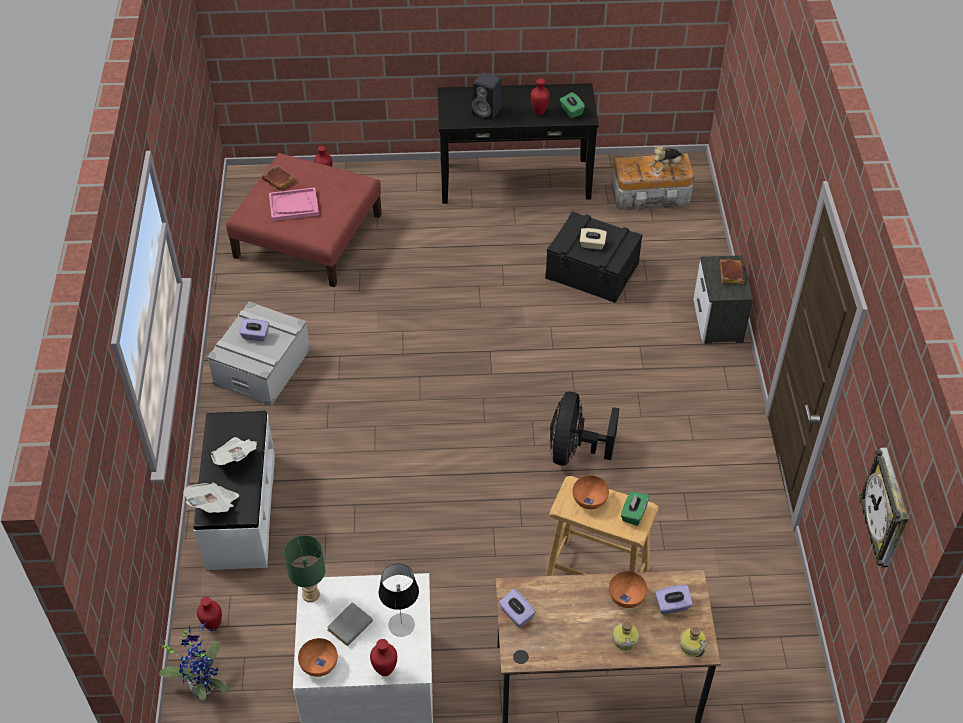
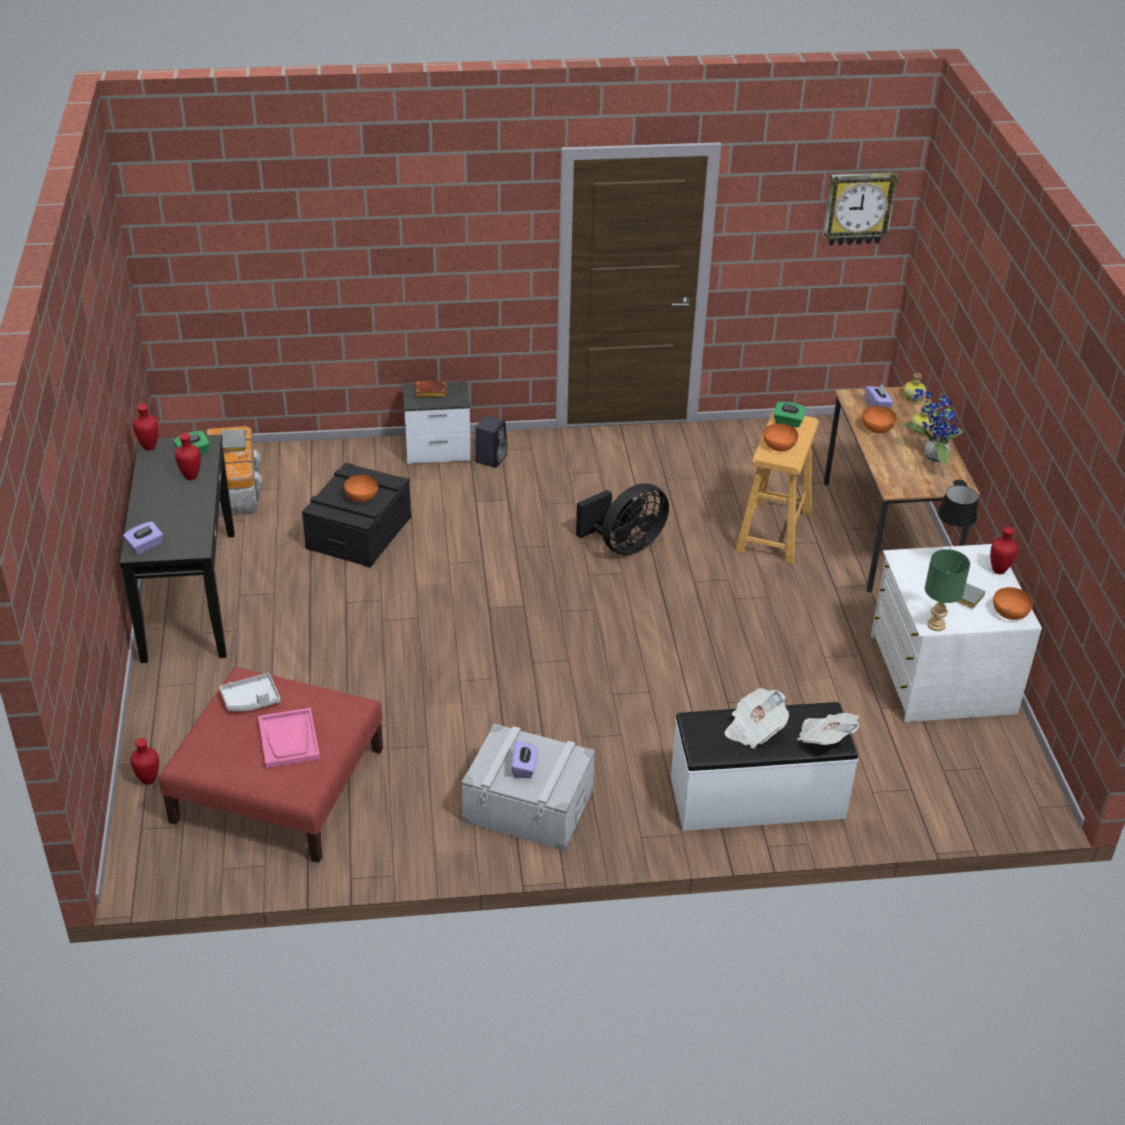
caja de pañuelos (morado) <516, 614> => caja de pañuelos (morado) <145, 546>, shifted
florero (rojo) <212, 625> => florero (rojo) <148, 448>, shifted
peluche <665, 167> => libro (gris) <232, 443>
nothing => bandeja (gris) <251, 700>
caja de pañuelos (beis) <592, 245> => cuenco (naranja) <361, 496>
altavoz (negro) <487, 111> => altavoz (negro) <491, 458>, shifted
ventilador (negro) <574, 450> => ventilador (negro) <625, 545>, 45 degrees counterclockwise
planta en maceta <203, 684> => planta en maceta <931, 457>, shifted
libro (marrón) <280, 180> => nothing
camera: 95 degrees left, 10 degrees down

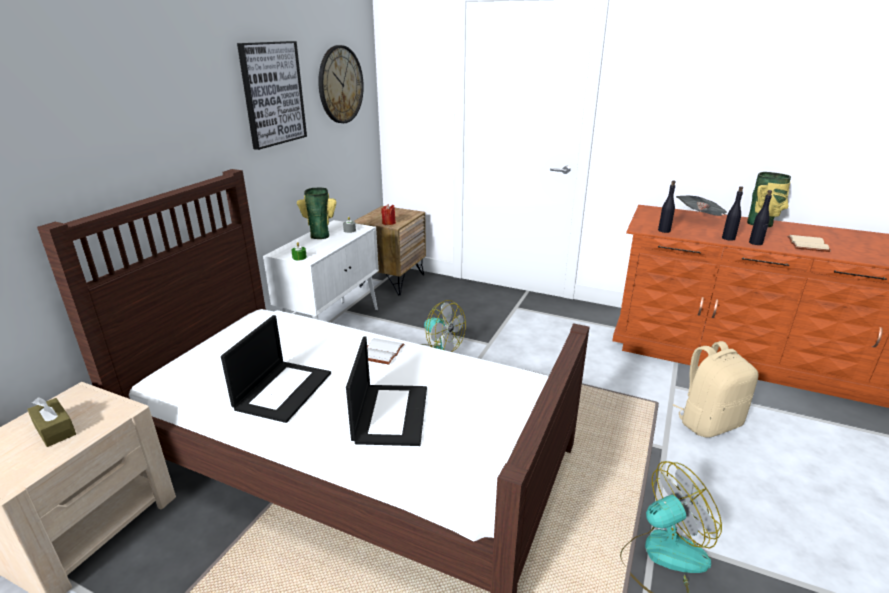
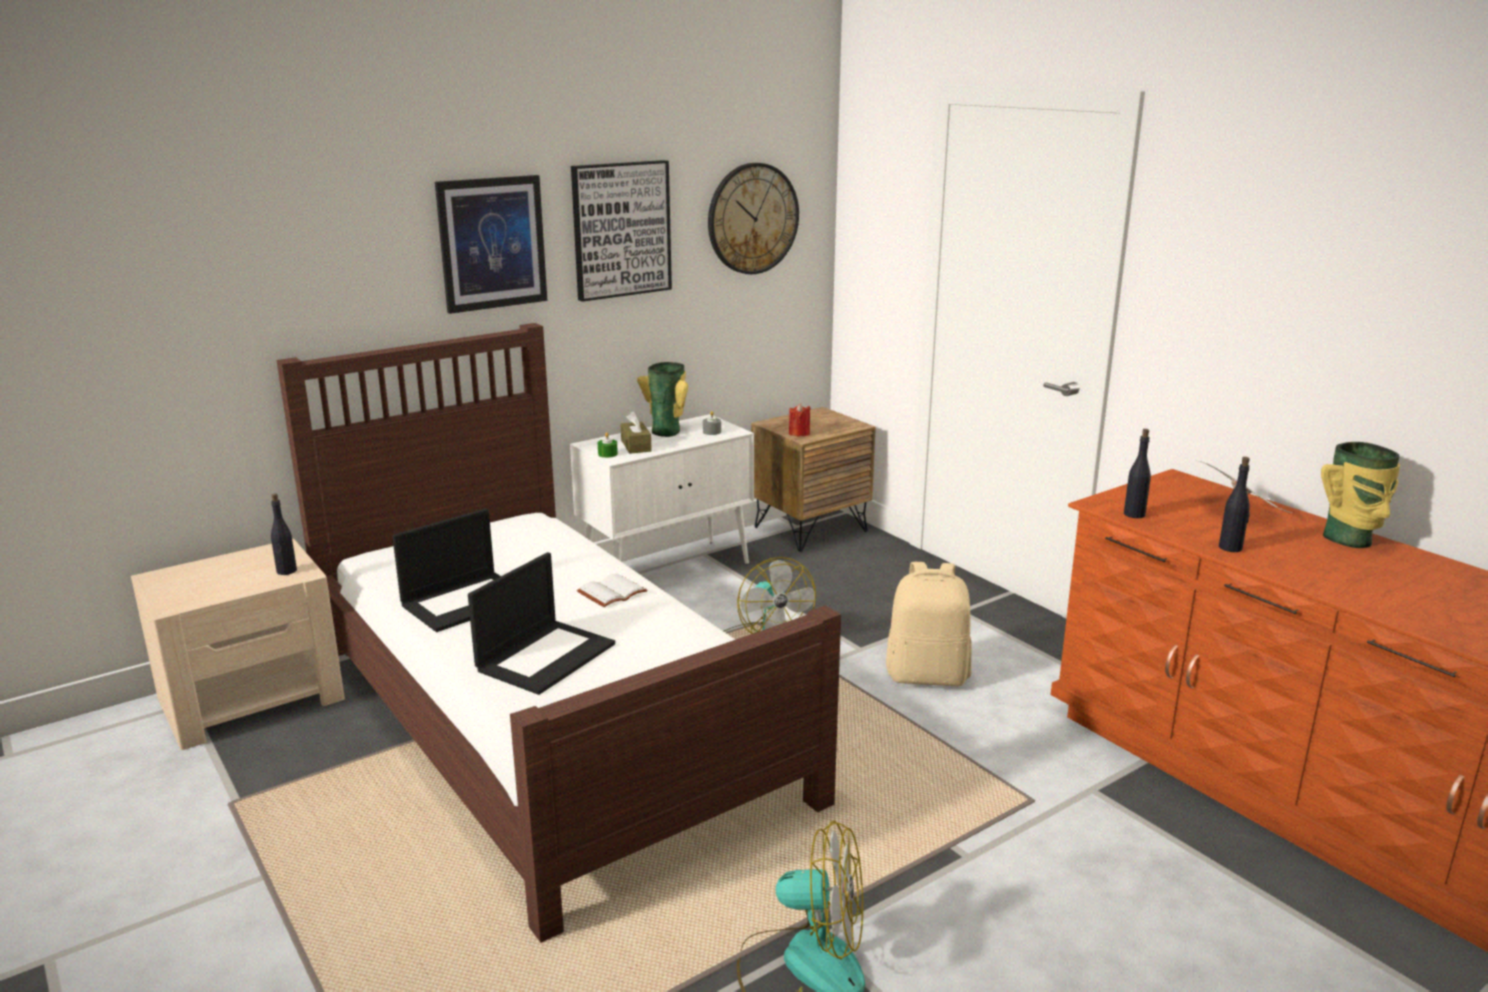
botella (negro) <755, 243> => botella (negro) <286, 571>, shifted
nothing => cuadro <492, 243>
caja de pañuelos (marrón) <55, 429> => caja de pañuelos (marrón) <636, 446>, shifted
mochila (beis) <708, 422> => mochila (beis) <928, 675>, shifted
libro (beis) <809, 245> => nothing
camera: 30 degrees right, 5 degrees down

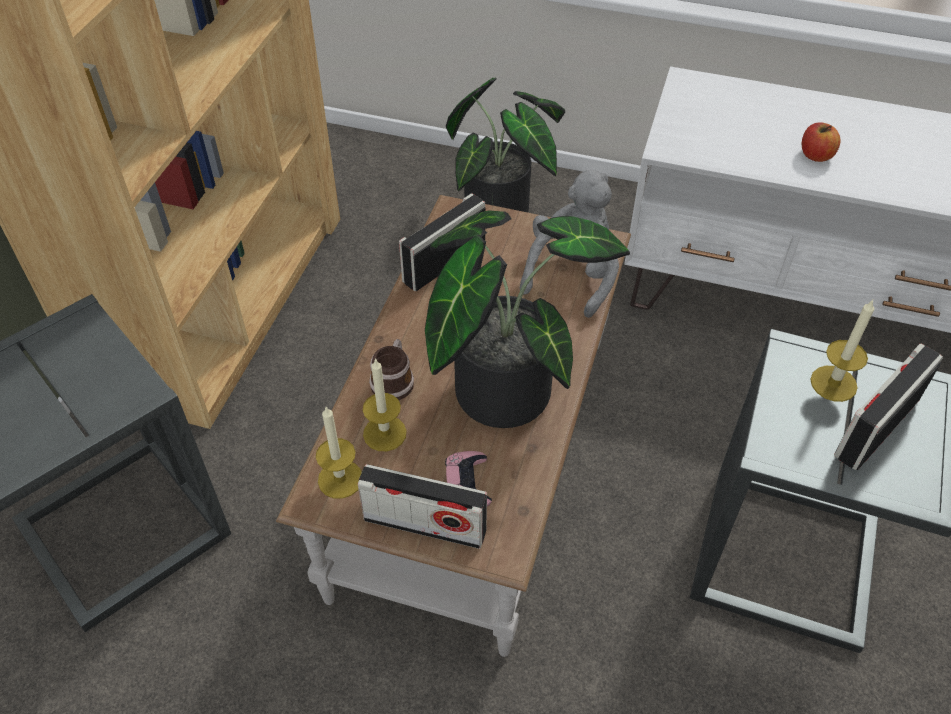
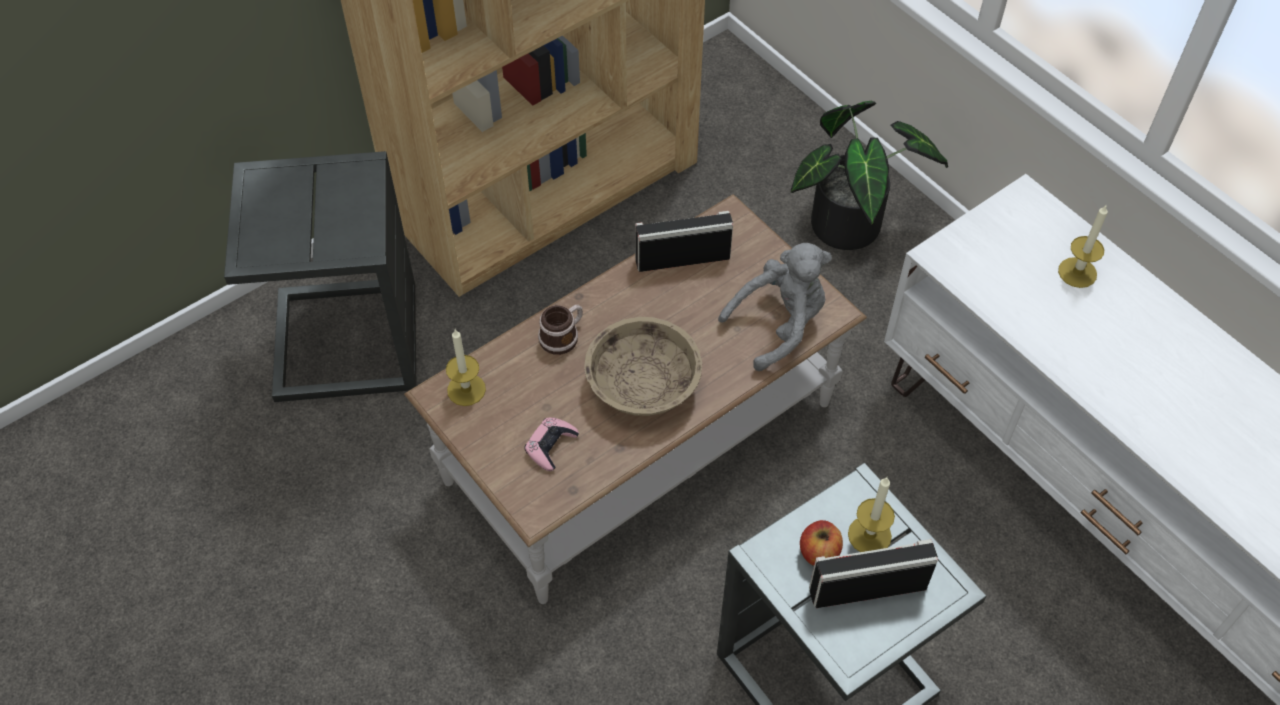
planta en maceta <503, 382> => cuenco (beis) <642, 384>
manzana <815, 155> => manzana <818, 553>, shifted
vela <384, 433> => vela <1077, 272>, shifted
radio <425, 524> => nothing
camera: 35 degrees right, 5 degrees up

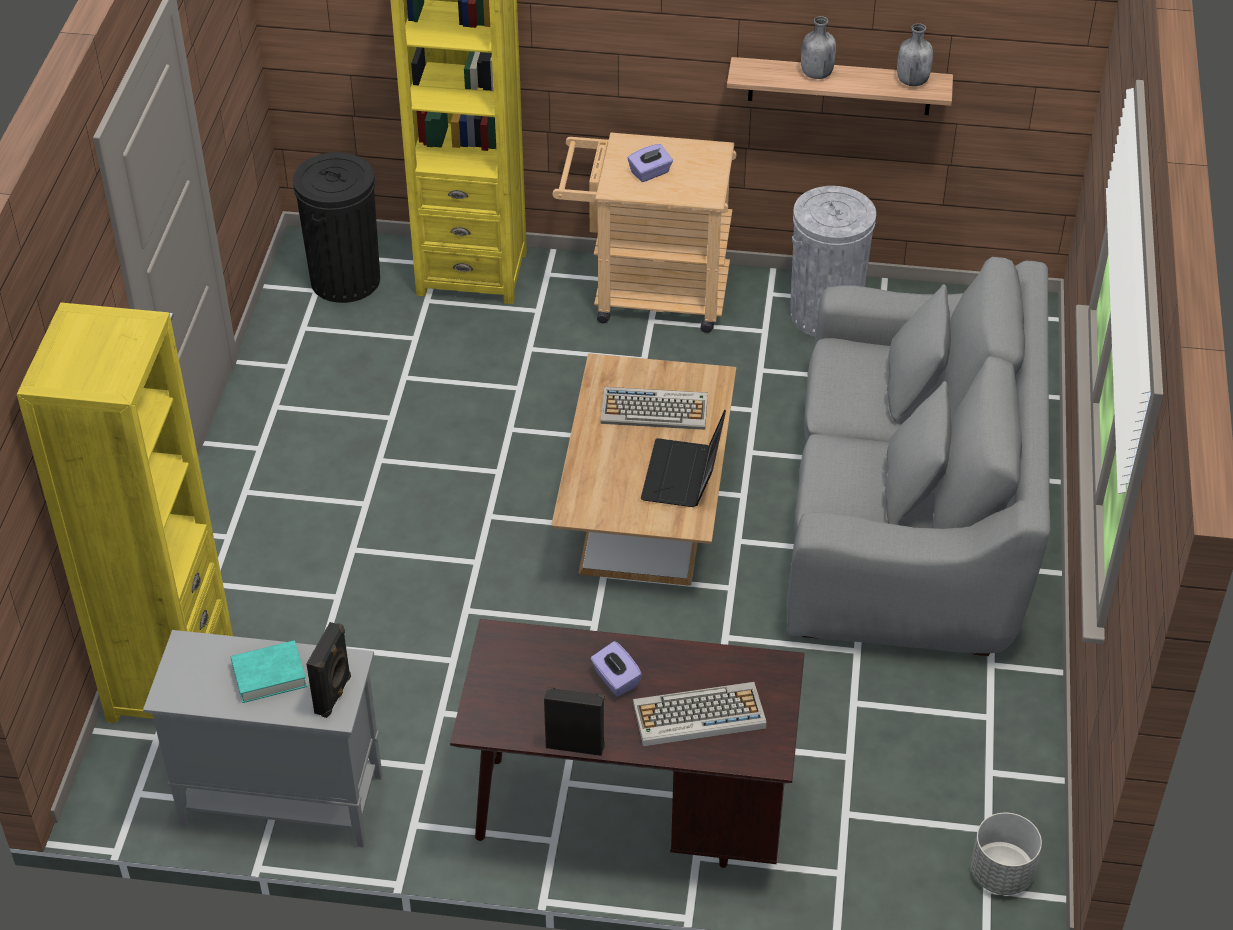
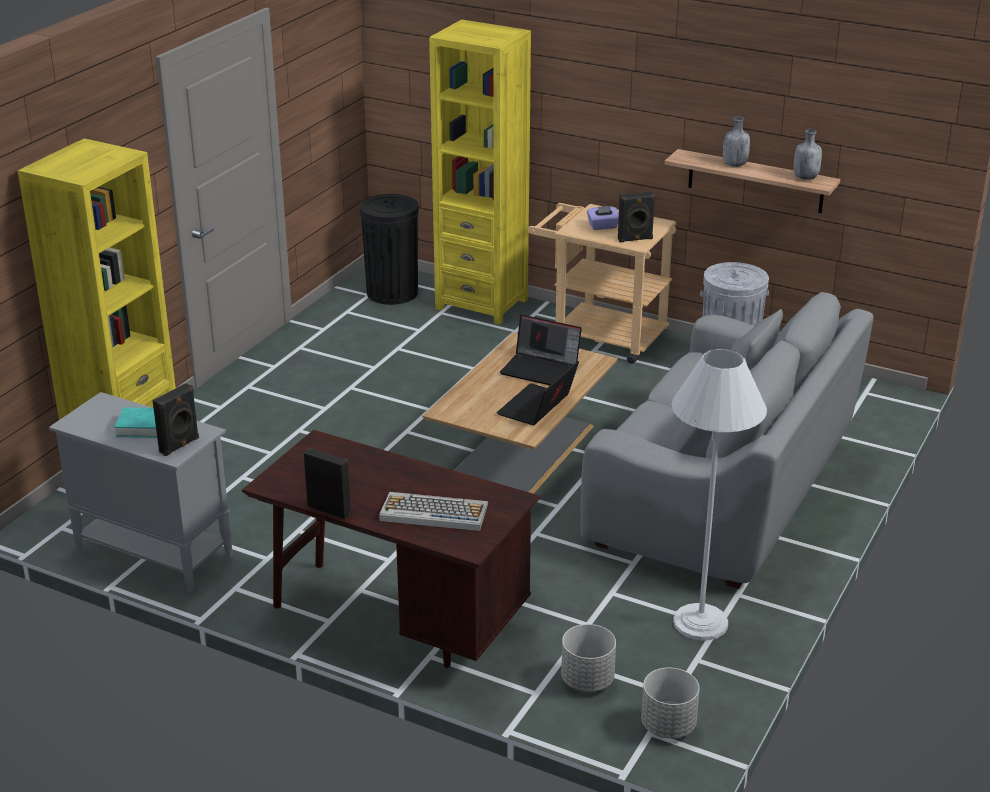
teclado <655, 410> => portátil <541, 369>
nothing => maceta (gris) <587, 680>
nothing => altavoz (negro) <635, 239>
nothing => lámpara de pie (blanco) <700, 623>
caja de pañuelos (morado) <615, 680> => nothing
camera: 20 degrees right, 15 degrees down

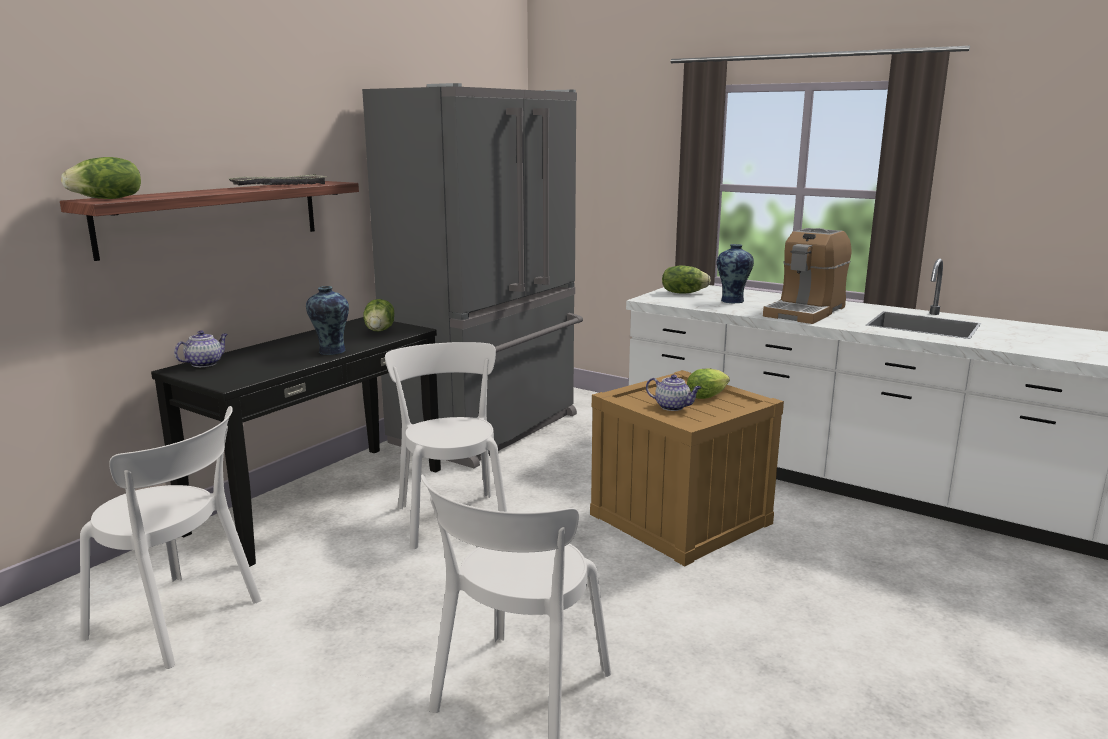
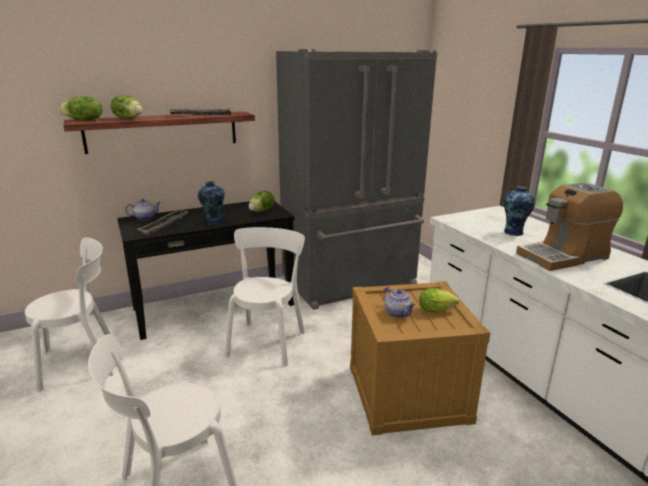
silla (blanco) <180, 620> => silla (blanco) <83, 362>, 75 degrees counterclockwise
lechuga <683, 293> => lechuga <128, 118>, shifted
nothing => bandeja <165, 225>
camera: 30 degrees right, 5 degrees up

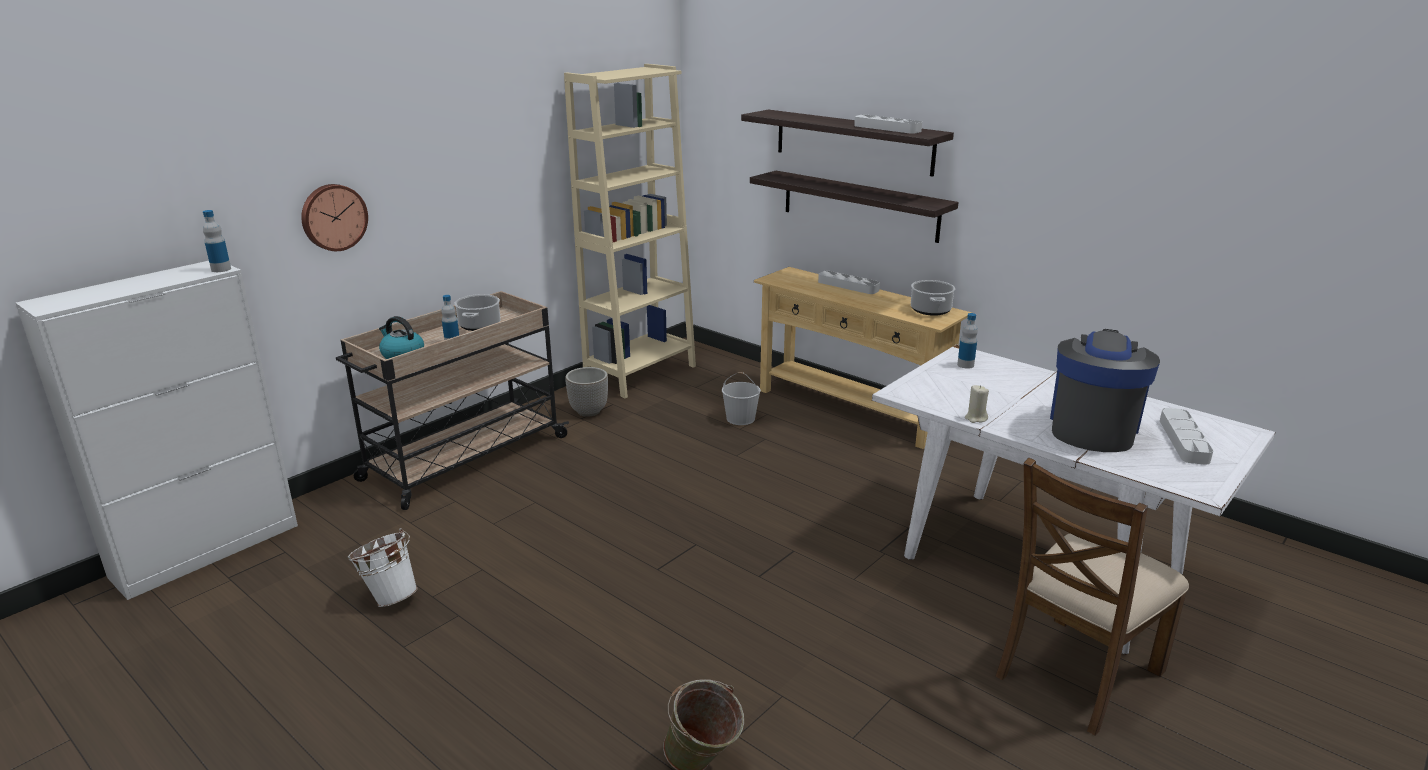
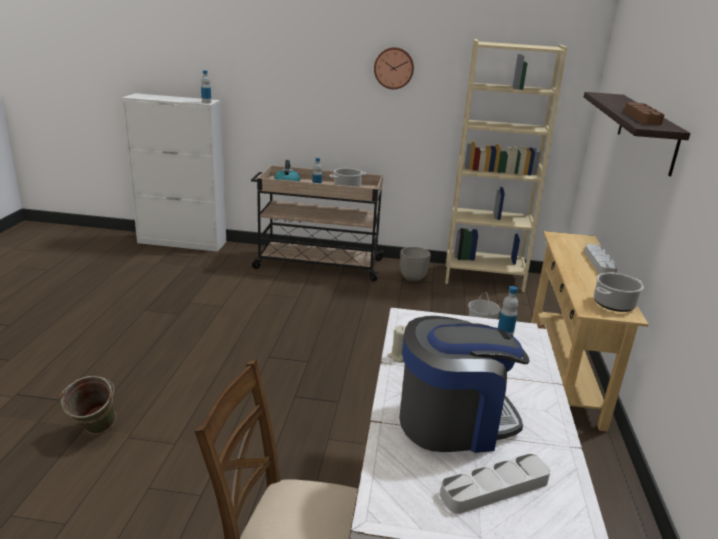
reloj de pared <333, 217> => reloj de pared <394, 68>, shifted
bandeja (gris) <887, 128> => bandeja (marrón) <642, 117>
cubo (blanco) <389, 596> => nothing
estante <859, 205> => nothing
camera: 55 degrees right, 0 degrees up

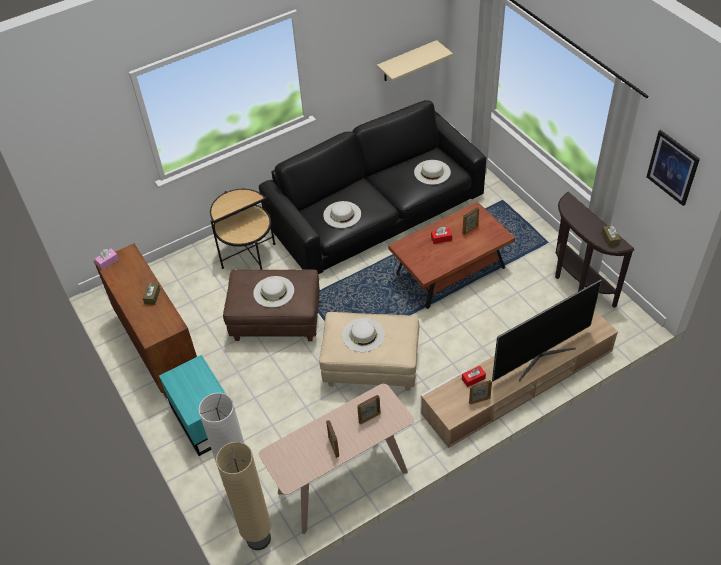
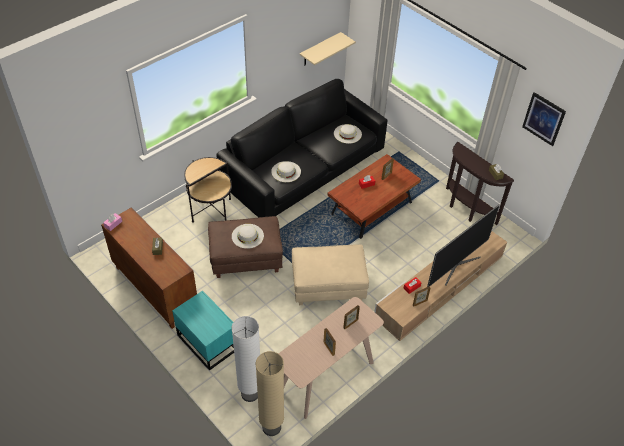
sombrero (blanco) <363, 335> => nothing
camera: 15 degrees left, 0 degrees up

